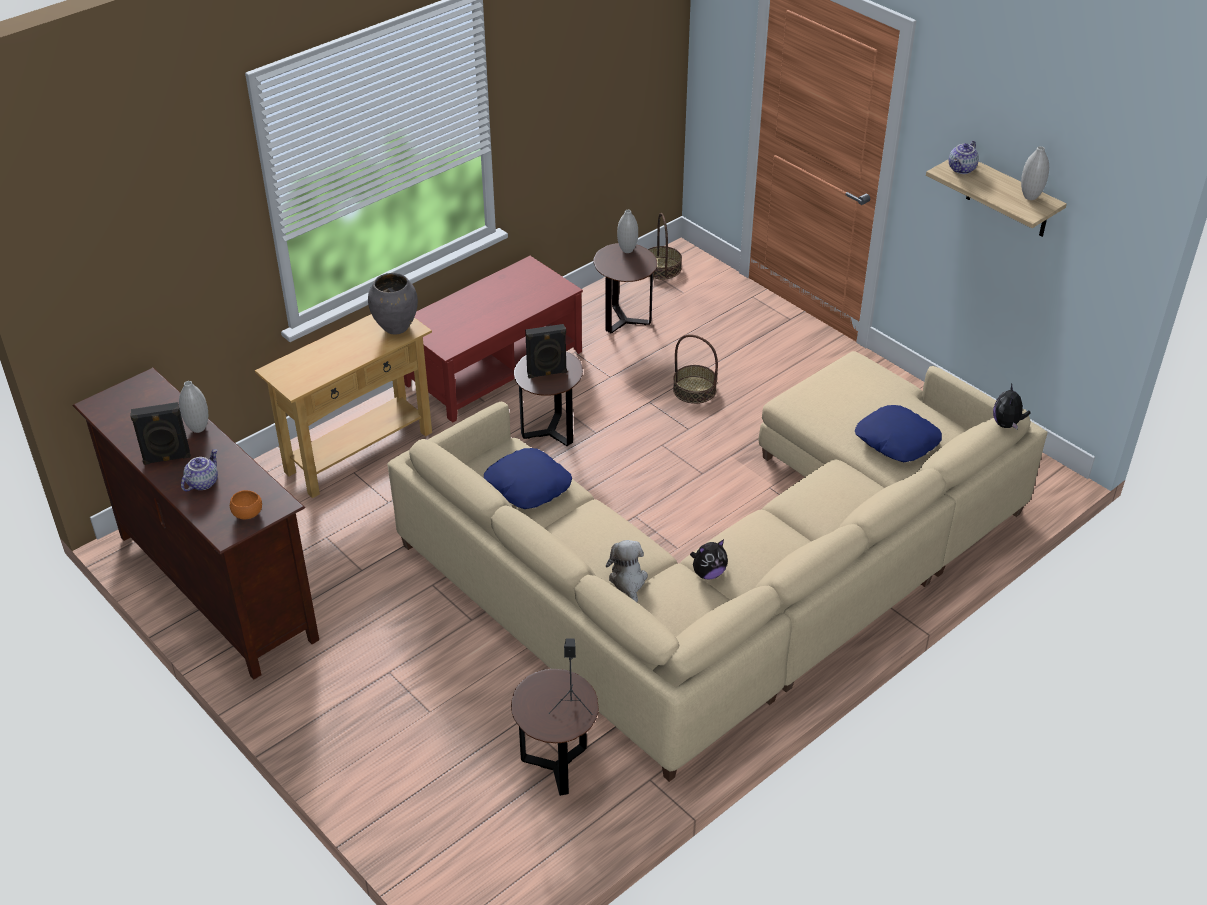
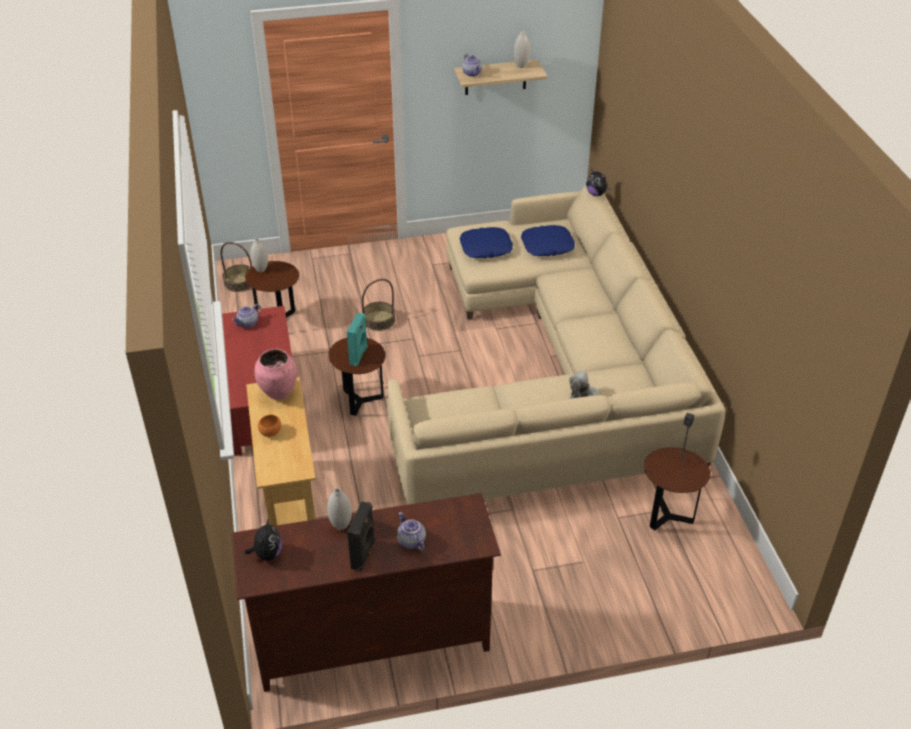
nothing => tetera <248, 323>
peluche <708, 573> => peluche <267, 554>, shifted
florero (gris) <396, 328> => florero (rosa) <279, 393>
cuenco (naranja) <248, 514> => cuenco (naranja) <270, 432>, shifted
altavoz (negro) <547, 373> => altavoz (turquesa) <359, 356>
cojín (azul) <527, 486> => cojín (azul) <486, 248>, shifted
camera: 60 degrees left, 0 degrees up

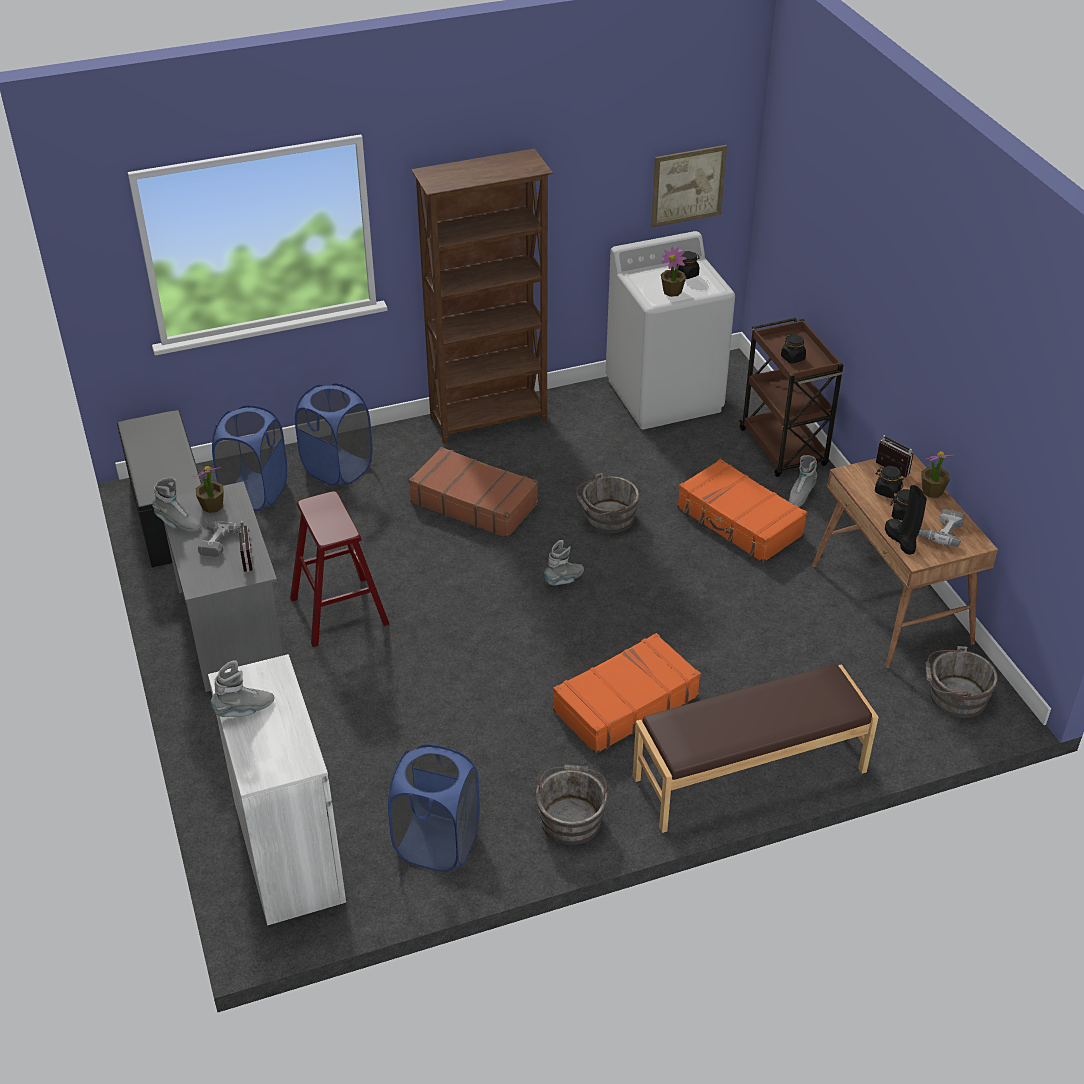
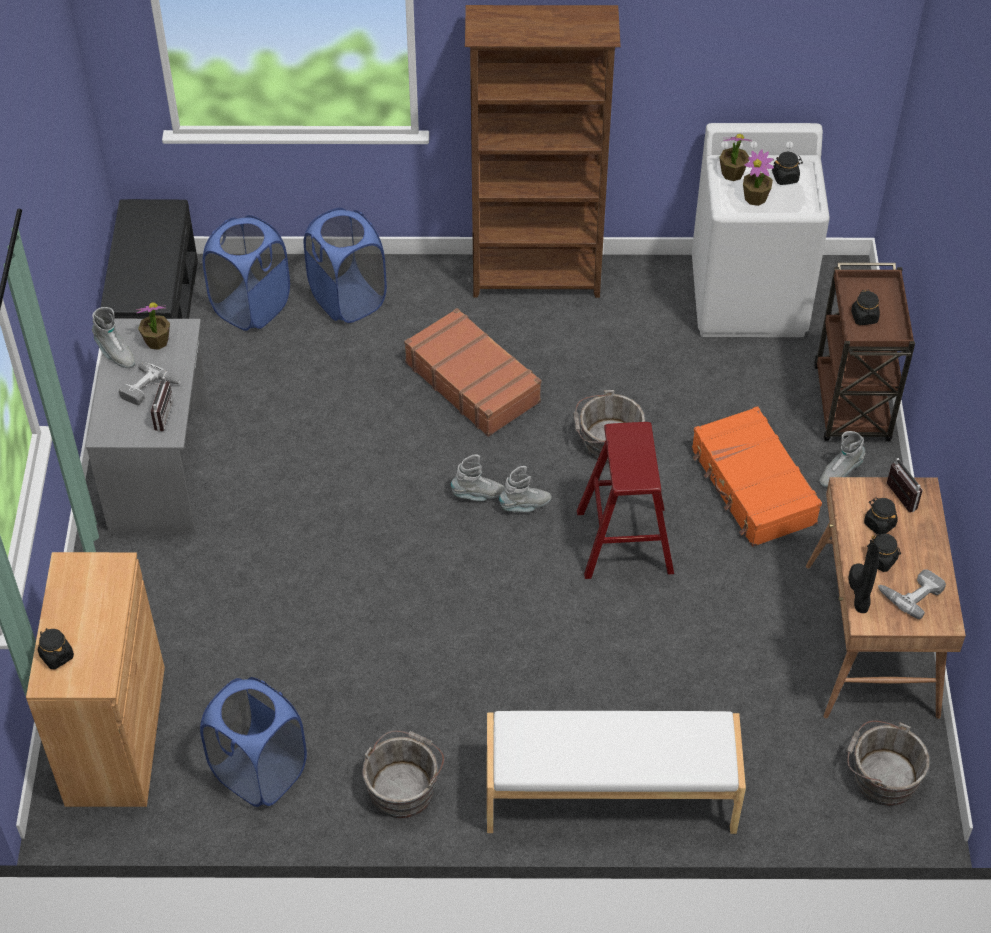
armario (blanco) <289, 852> => armario (marrón) <116, 735>
nothing => tarro (negro) <56, 656>
bota (gris) <244, 710> => bota (gris) <478, 495>, shifted
banco (marrón) <750, 775> => banco (blanco) <610, 797>
taburete (rojo) <339, 611> => taburete (rojo) <624, 542>, shifted
planta en maceta <932, 491> => planta en maceta <732, 173>, shifted
maleta (naranja) <625, 703> => nothing
cuadro <688, 185> => nothing
camera: 20 degrees right, 10 degrees up

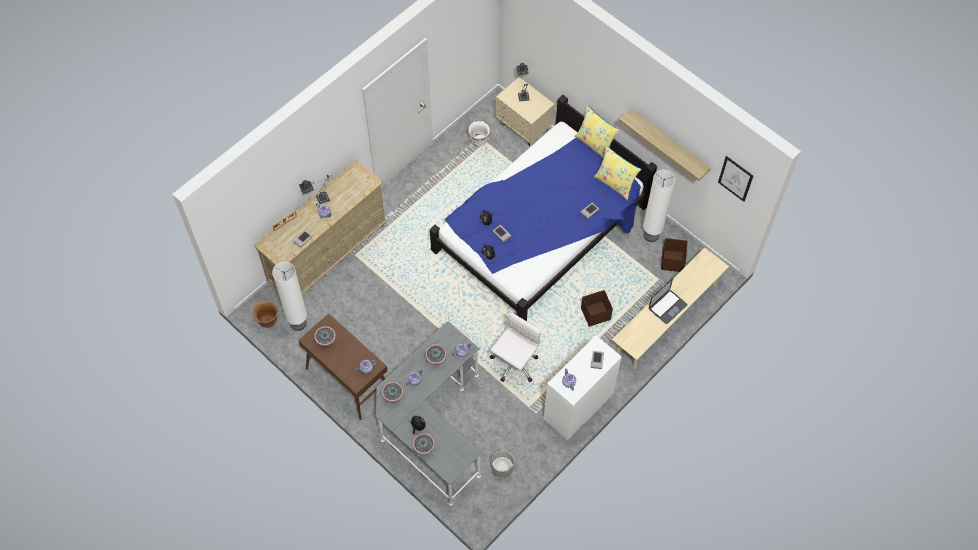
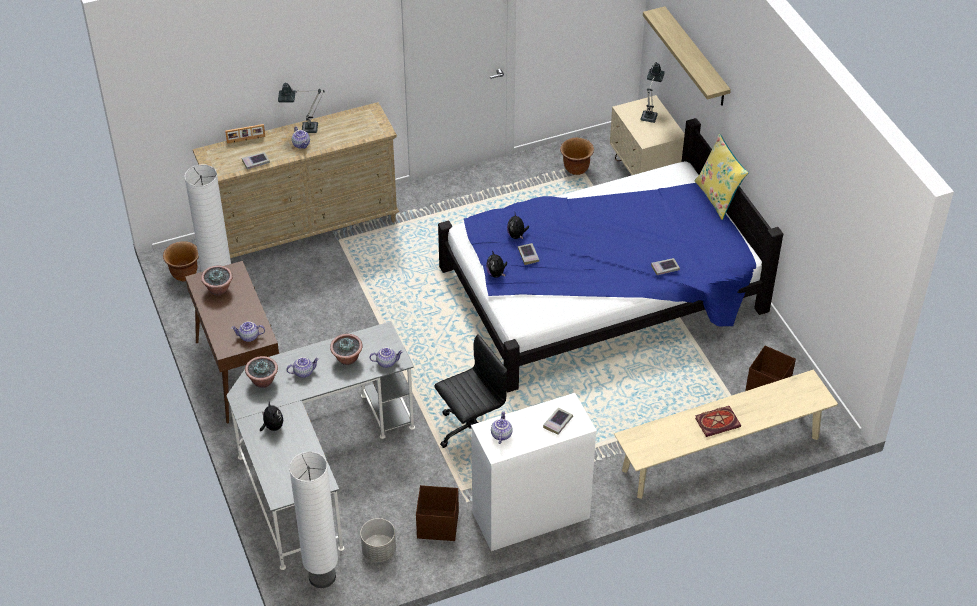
lámpara de pie (blanco) <651, 235> => lámpara de pie (blanco) <322, 576>, shifted
caja de almacenaje (marrón) <595, 314> => caja de almacenaje (marrón) <437, 525>, shifted
silla de oficina (blanco) <513, 364> => silla de oficina (negro) <470, 433>
maceta (blanco) <479, 140> => maceta (marrón) <576, 169>
estante <669, 143> => estante <695, 58>, shifted
portátil <667, 306> => libro <718, 422>
planta en maceta <424, 448> => nothing
cojín (amarillo) <615, 183> => nothing
cuadro <735, 178> => nothing
camera: 25 degrees right, 15 degrees down

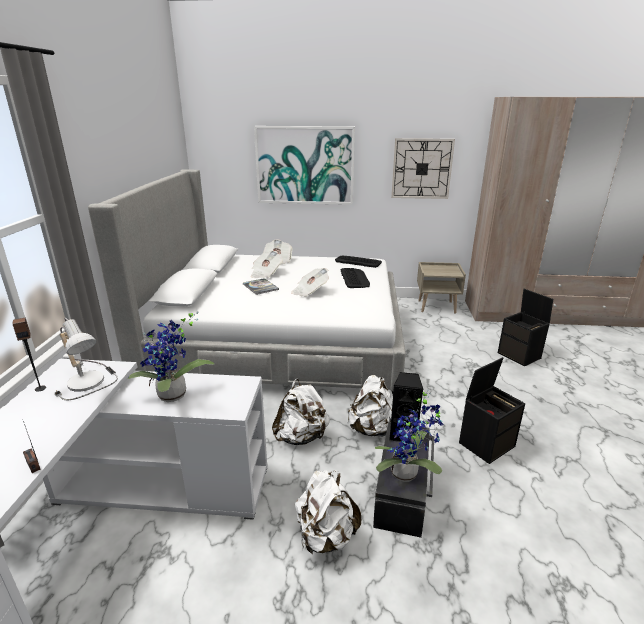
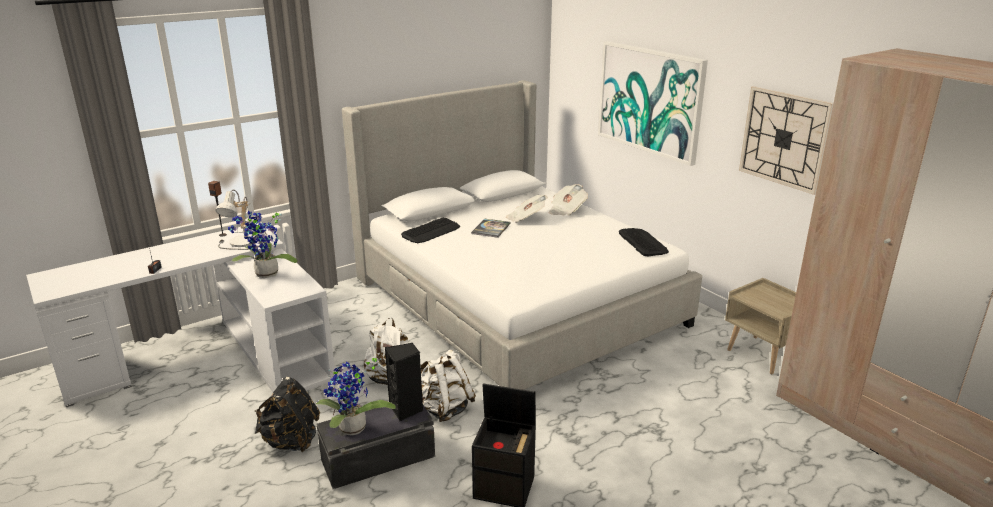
mochila (blanco) <325, 537> => mochila (negro) <291, 441>
teclado <354, 278> => teclado <431, 231>, shifted
periódico <310, 292> => nothing
caja de almacenaje (negro) <520, 356> => nothing
camera: 50 degrees right, 0 degrees up

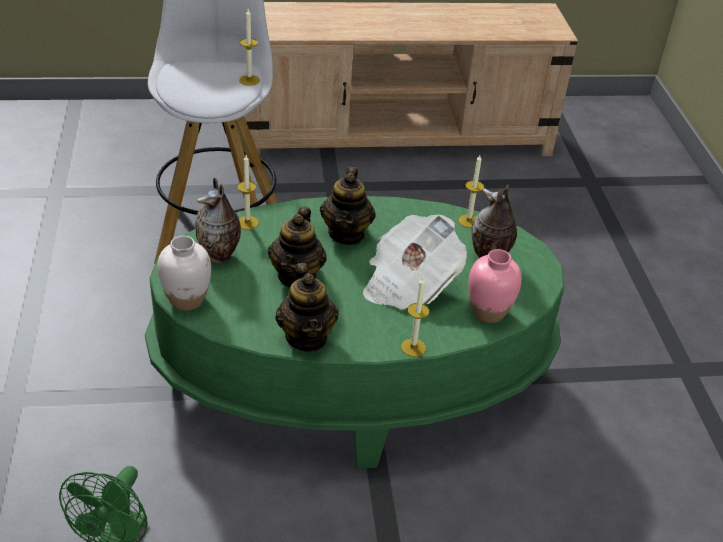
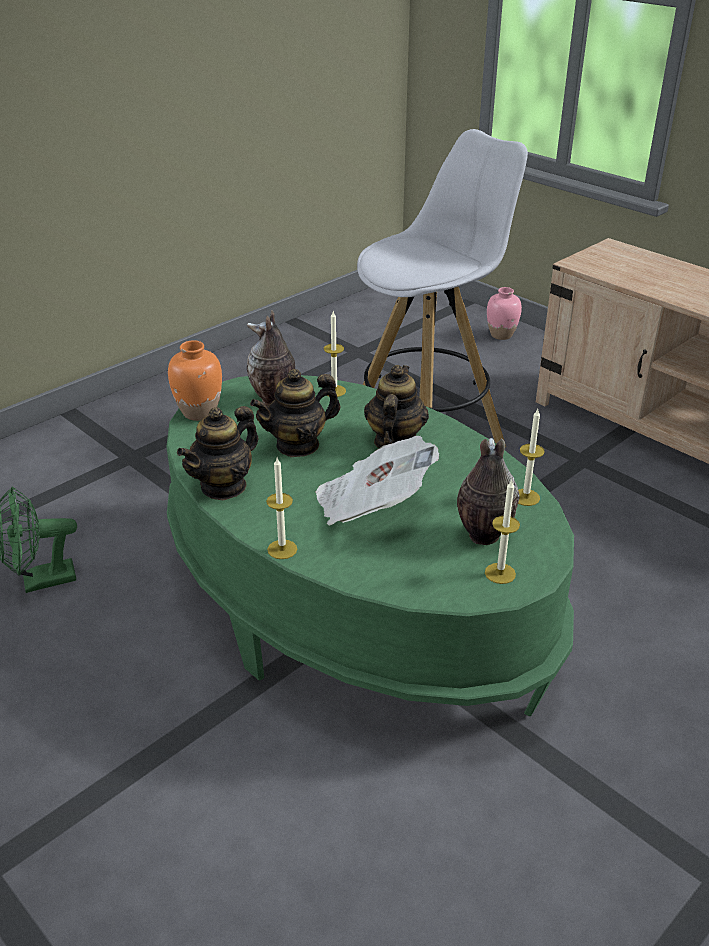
florero (blanco) <187, 300> => florero (naranja) <199, 412>
tetera <347, 233> => tetera <394, 441>, 135 degrees clockwise
vela <249, 80> => vela <500, 573>, shifted
florero (rosa) <488, 312> => florero (rosa) <501, 335>, shifted
camera: 55 degrees right, 5 degrees down

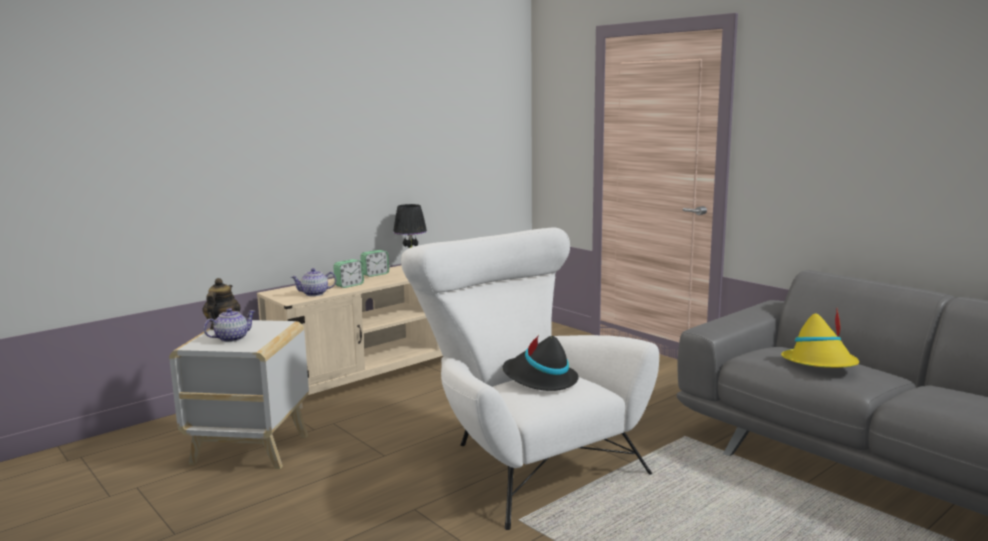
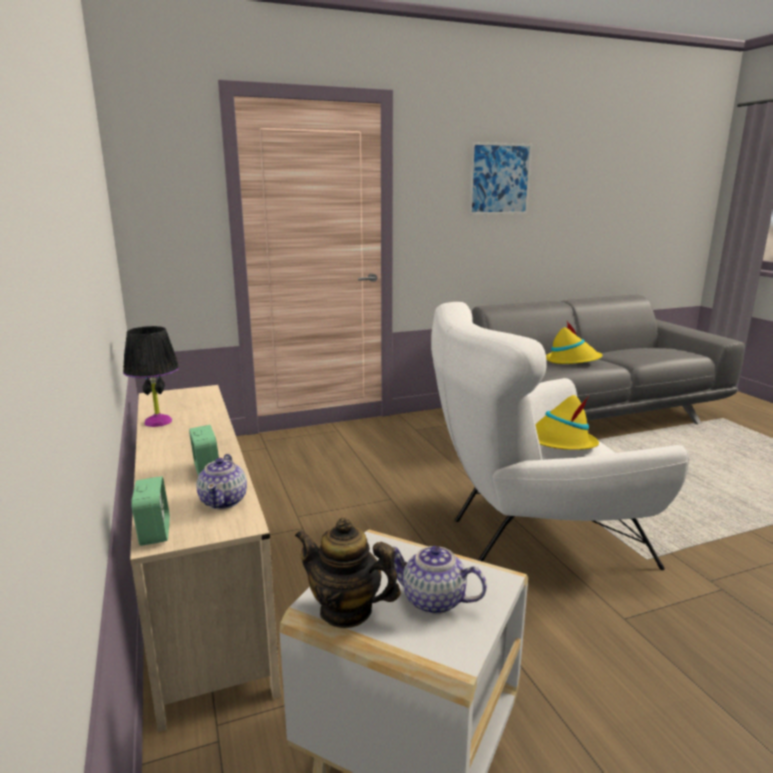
despertador <375, 274> => despertador <154, 532>, shifted
tetera <231, 338> => tetera <434, 601>, 45 degrees counterclockwise
nothing => cuadro <500, 179>
sombrero (negro) <539, 380> => sombrero (amarillo) <559, 443>
camera: 70 degrees left, 5 degrees up

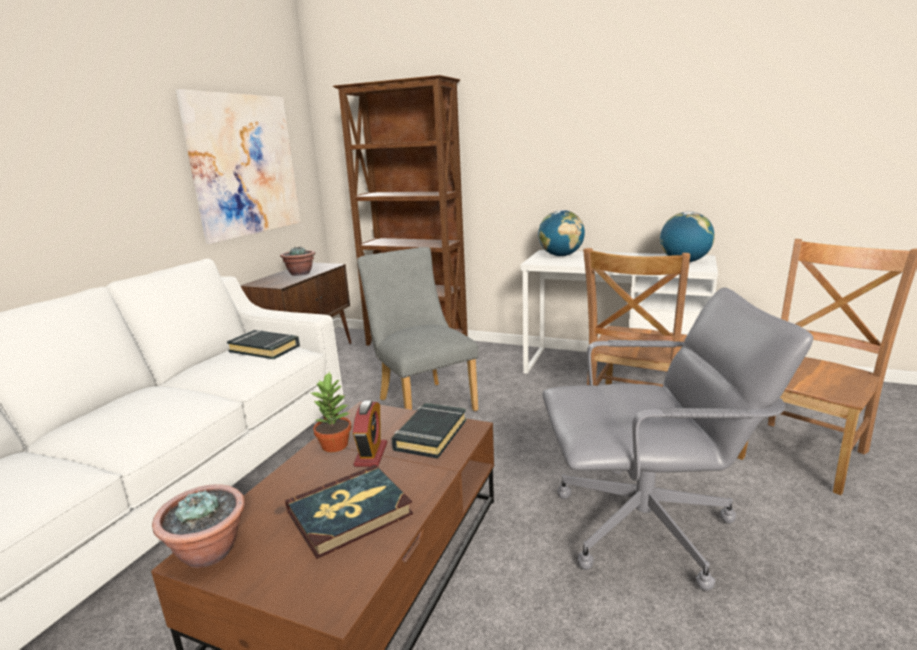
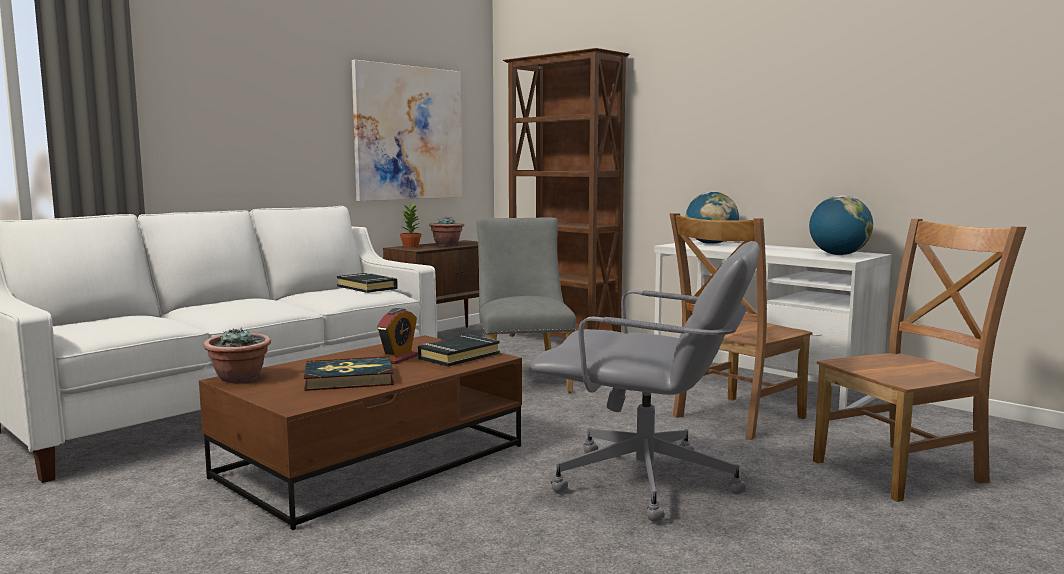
planta en maceta <335, 445> => planta en maceta <411, 246>, shifted
camera: 20 degrees right, 10 degrees down

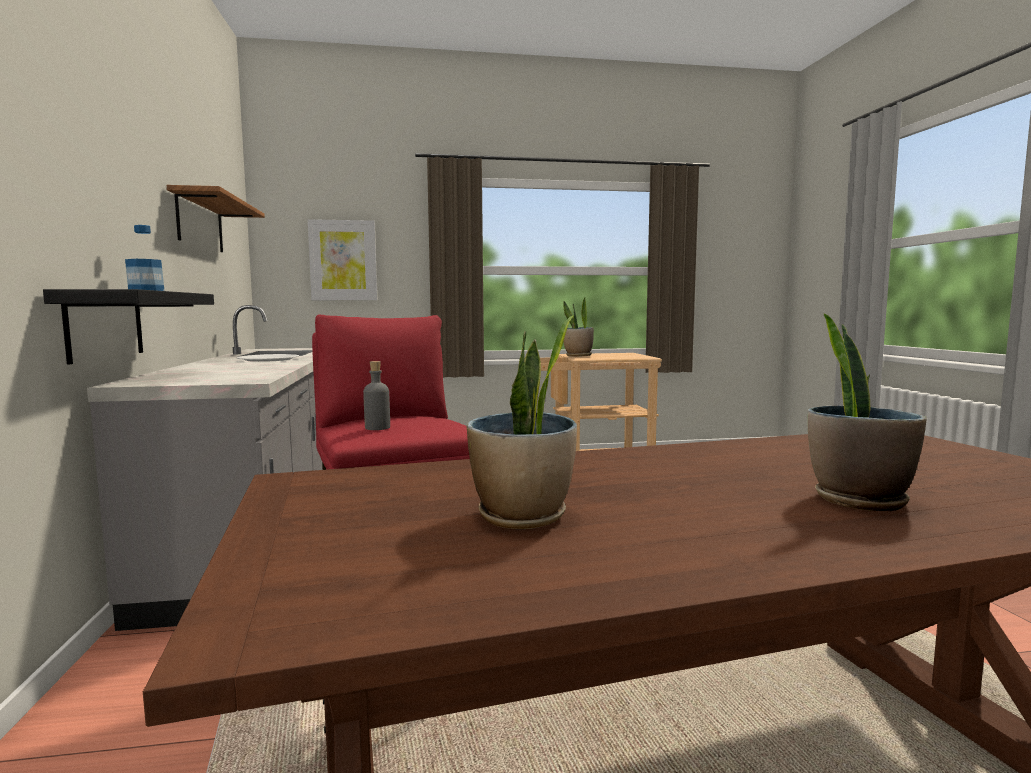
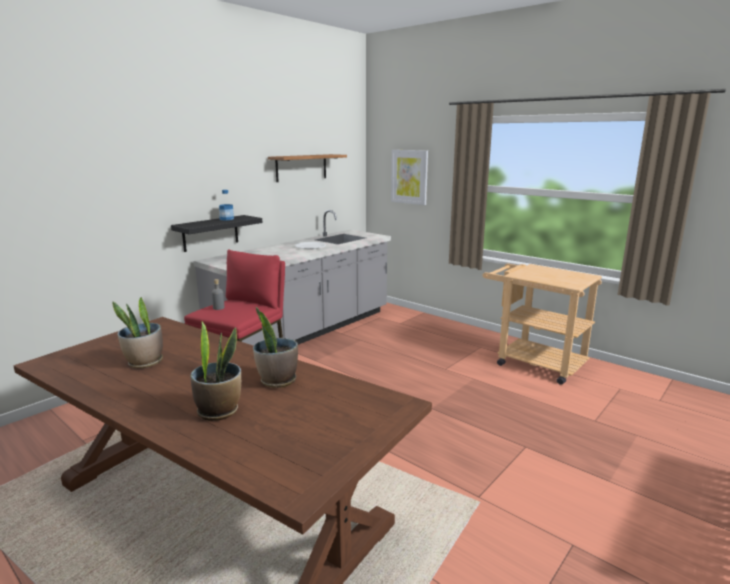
planta en maceta <578, 356> => planta en maceta <277, 380>, shifted
camera: 50 degrees right, 10 degrees up

